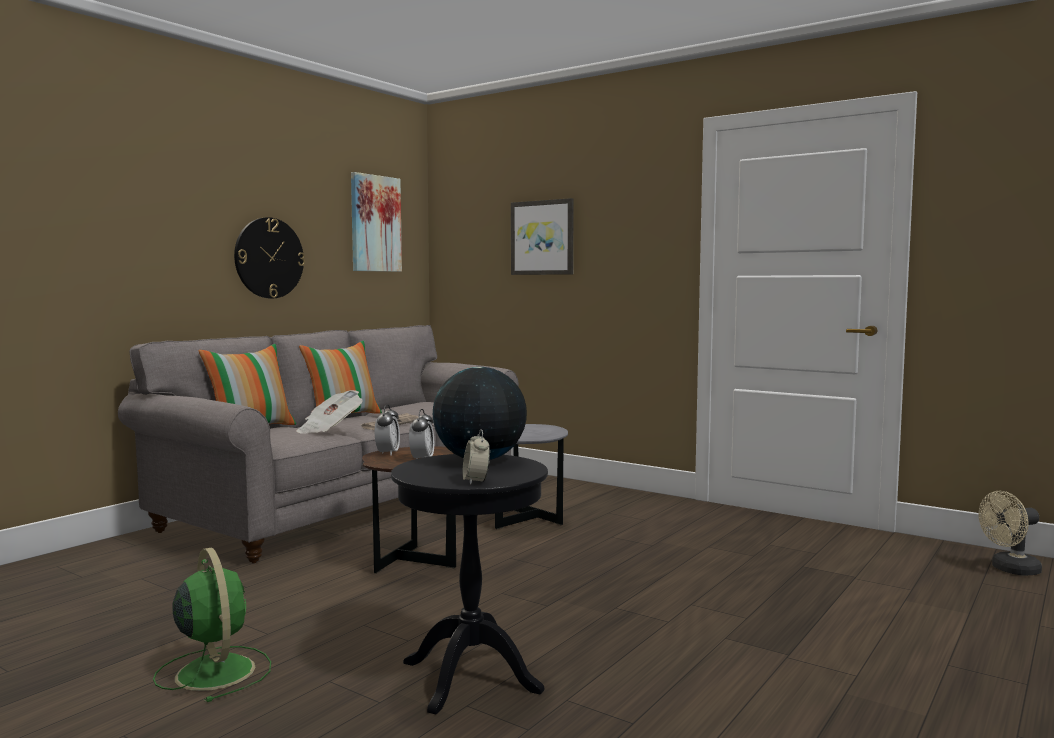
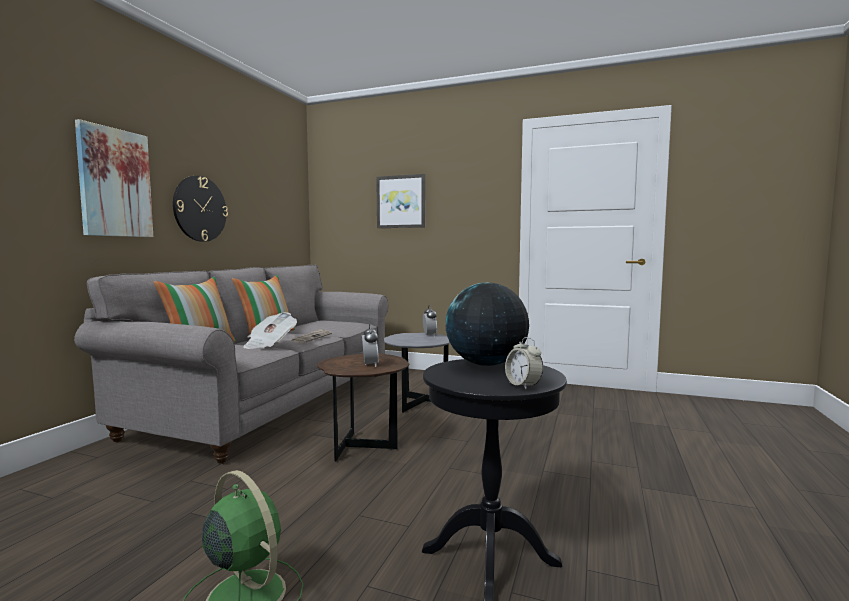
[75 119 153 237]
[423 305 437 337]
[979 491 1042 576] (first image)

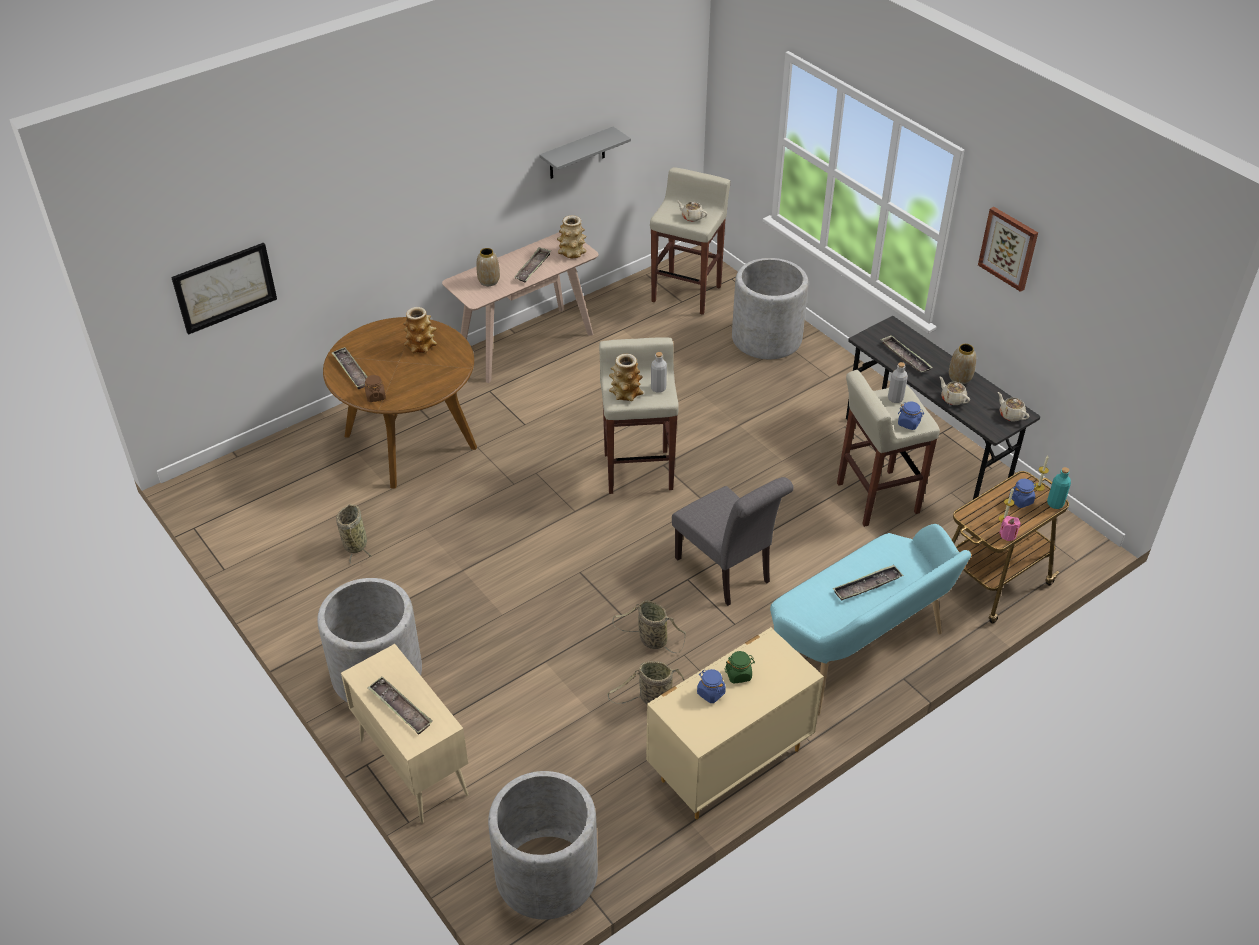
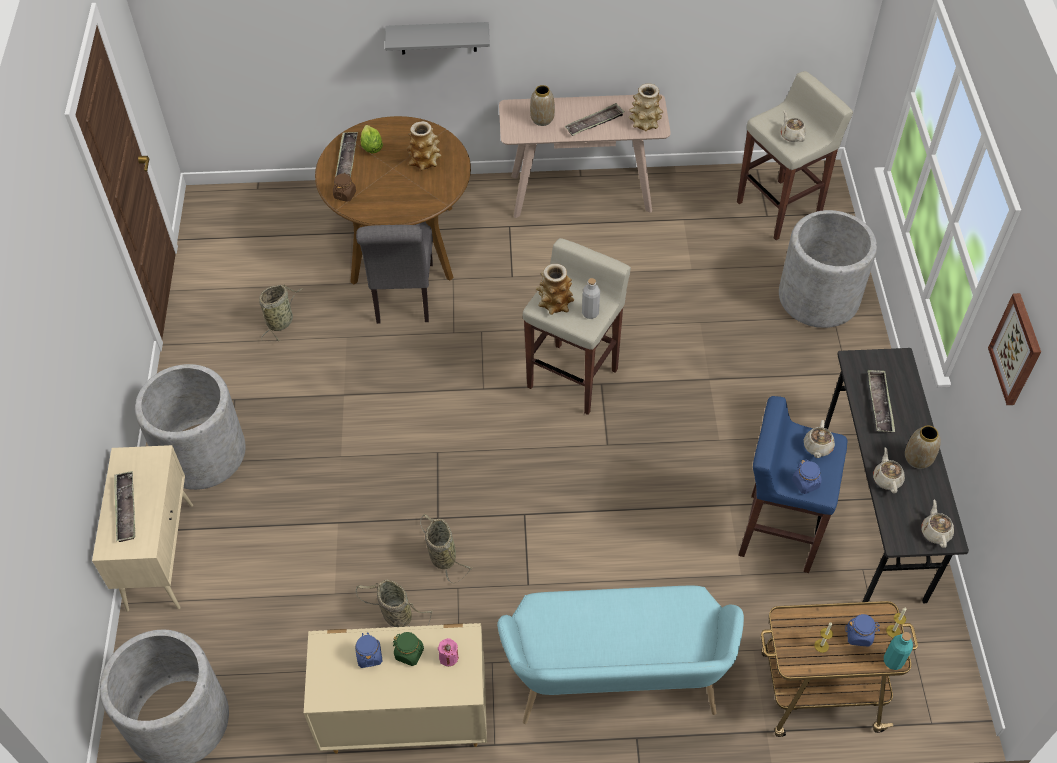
[385 22 490 54]
[171 243 277 335] (first image)
[804 420 835 458]
[738 396 848 573]
[356 222 433 324]
[438 638 458 666]
[833 565 903 601] (first image)
[361 125 383 153]

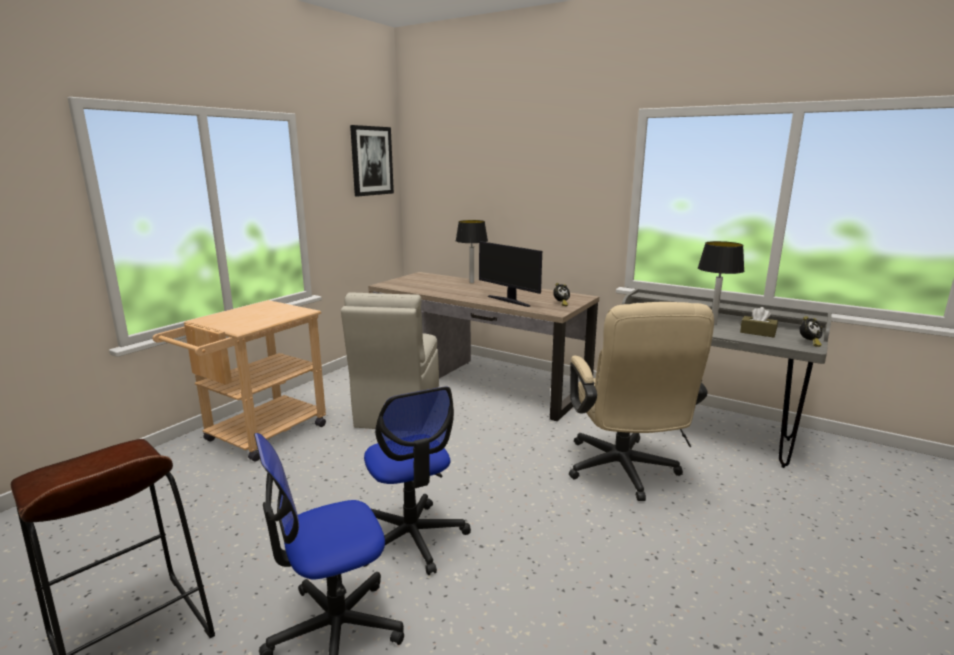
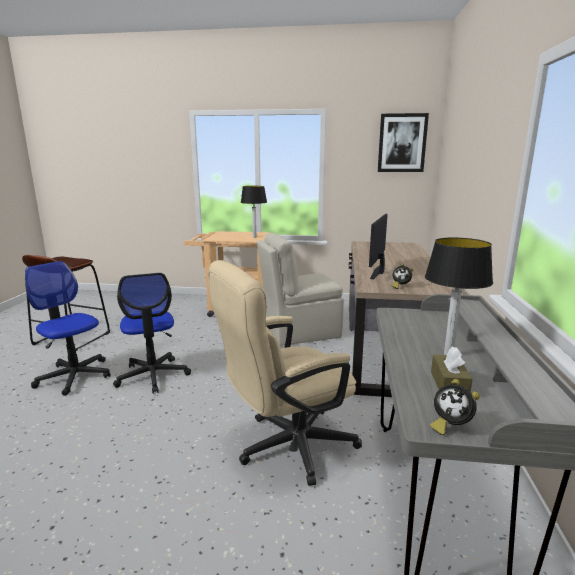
[241 186 267 237]
[113 273 191 394]

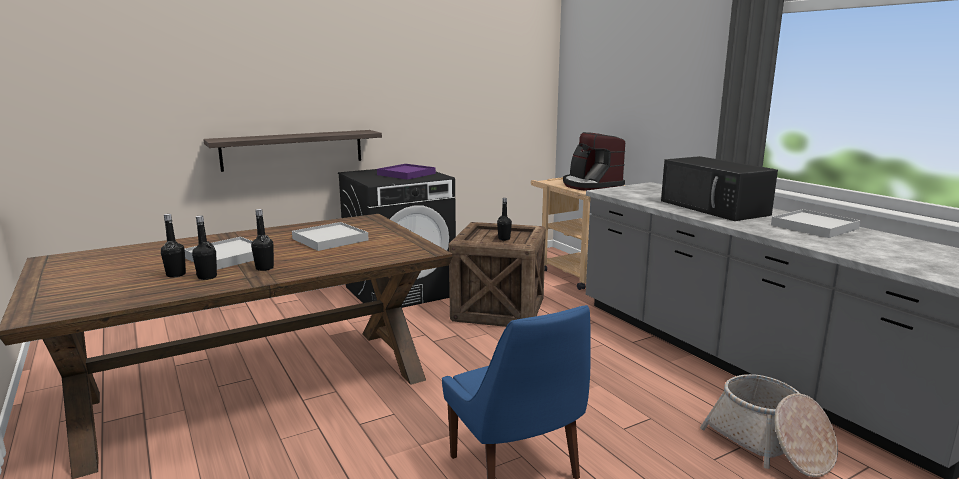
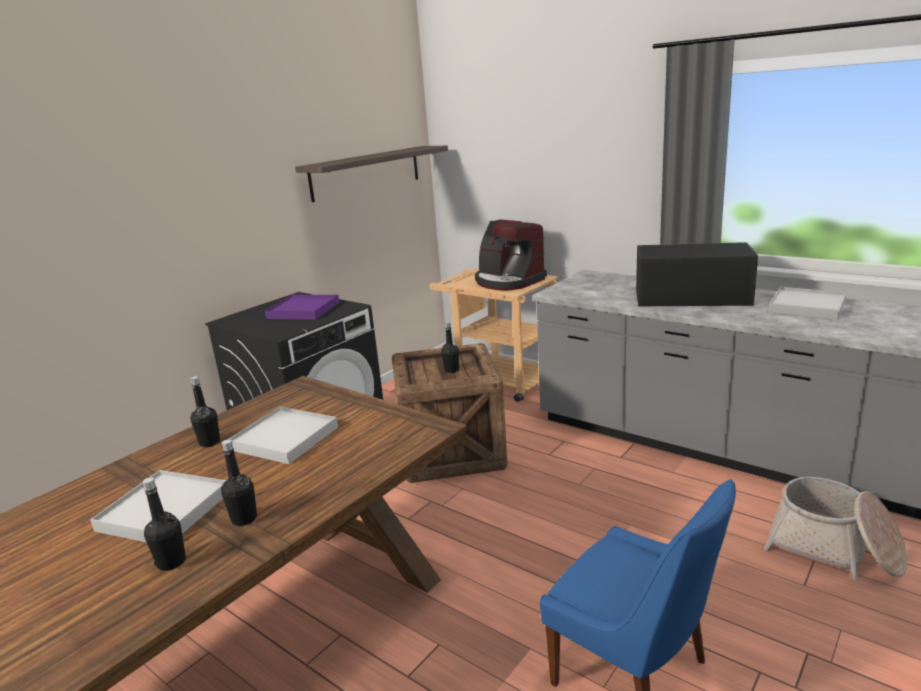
[295 146 448 202]
[636 242 758 306]
[190 376 220 447]

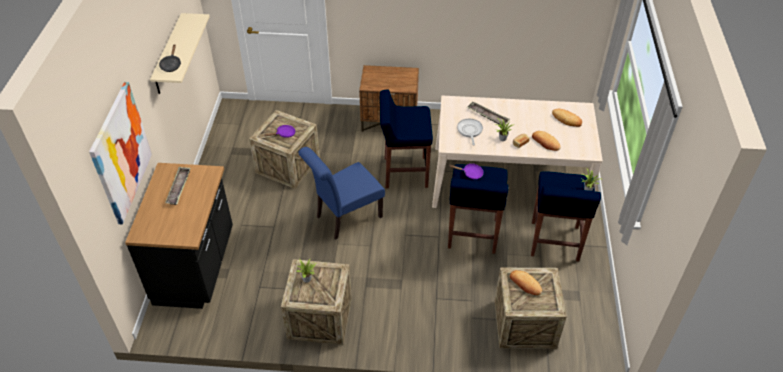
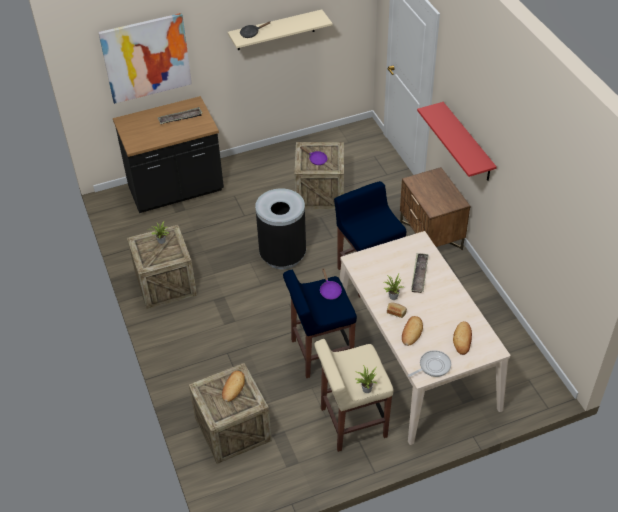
[408 350 451 377]
[255 188 306 269]
[314 339 394 452]
[417 102 497 181]

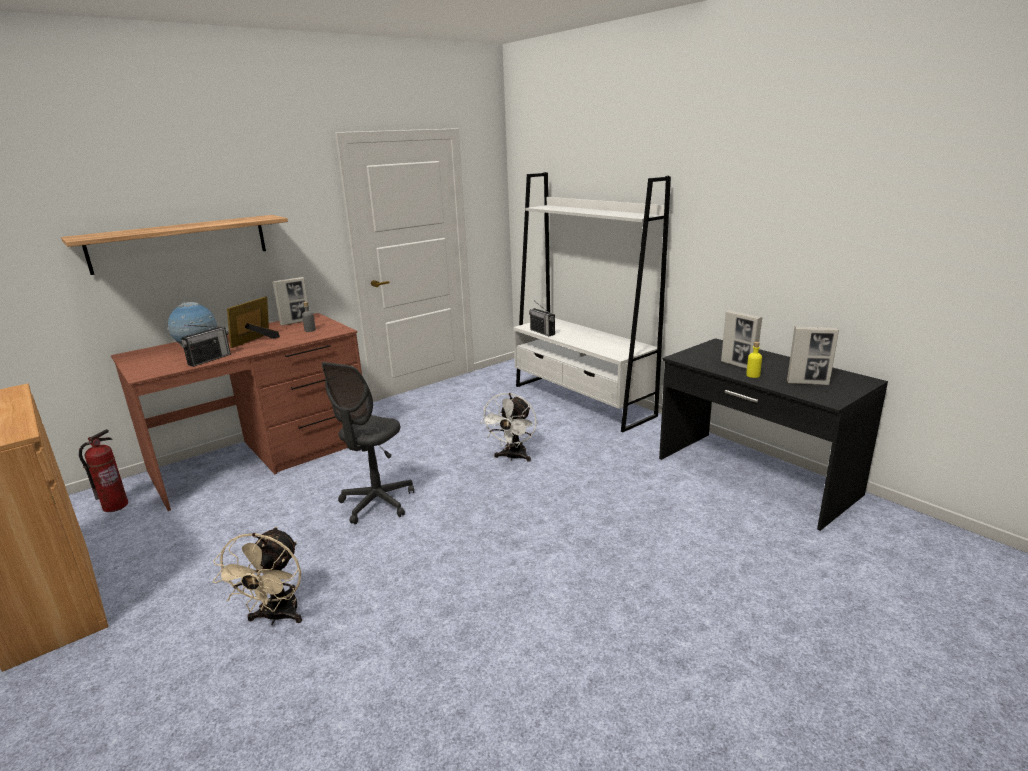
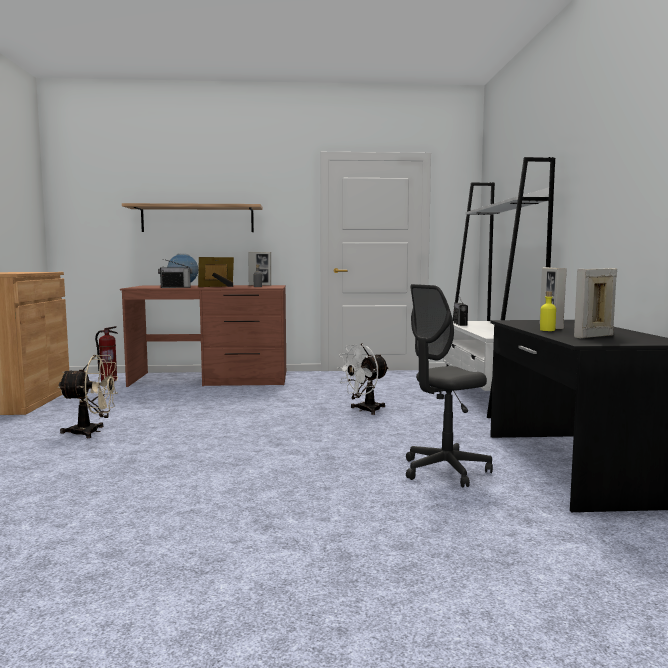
[574 268 617 339]
[406 284 493 487]
[58 355 118 438]

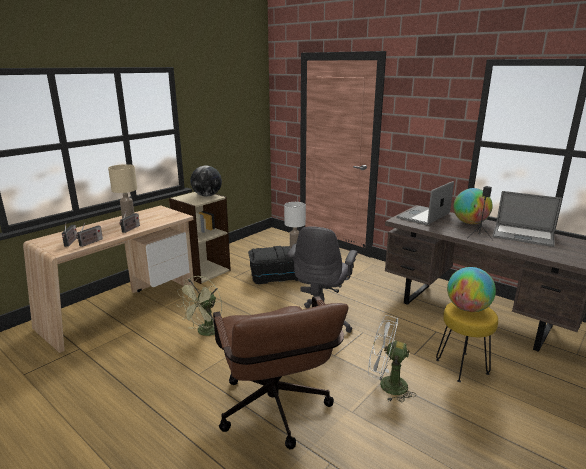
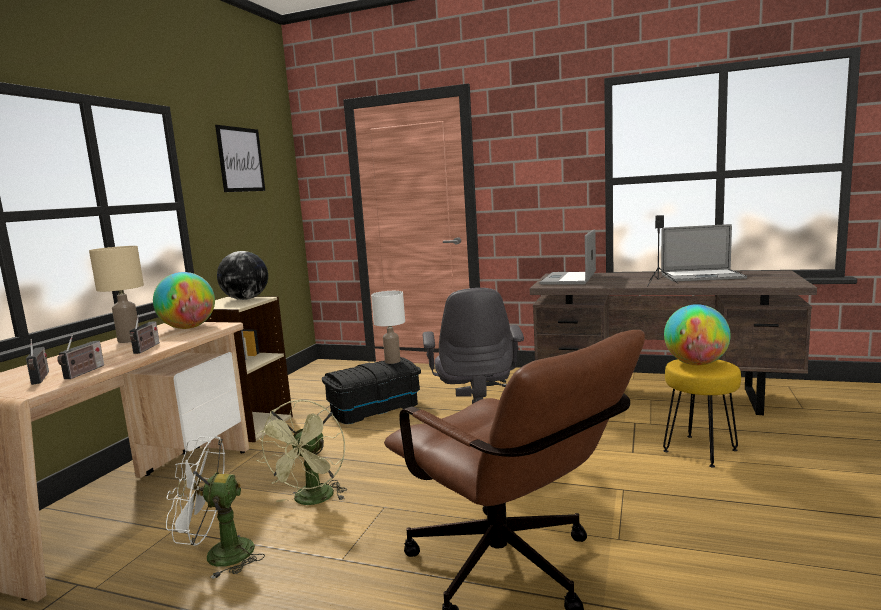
[153 272 215 329]
[166 436 265 579]
[215 125 265 192]

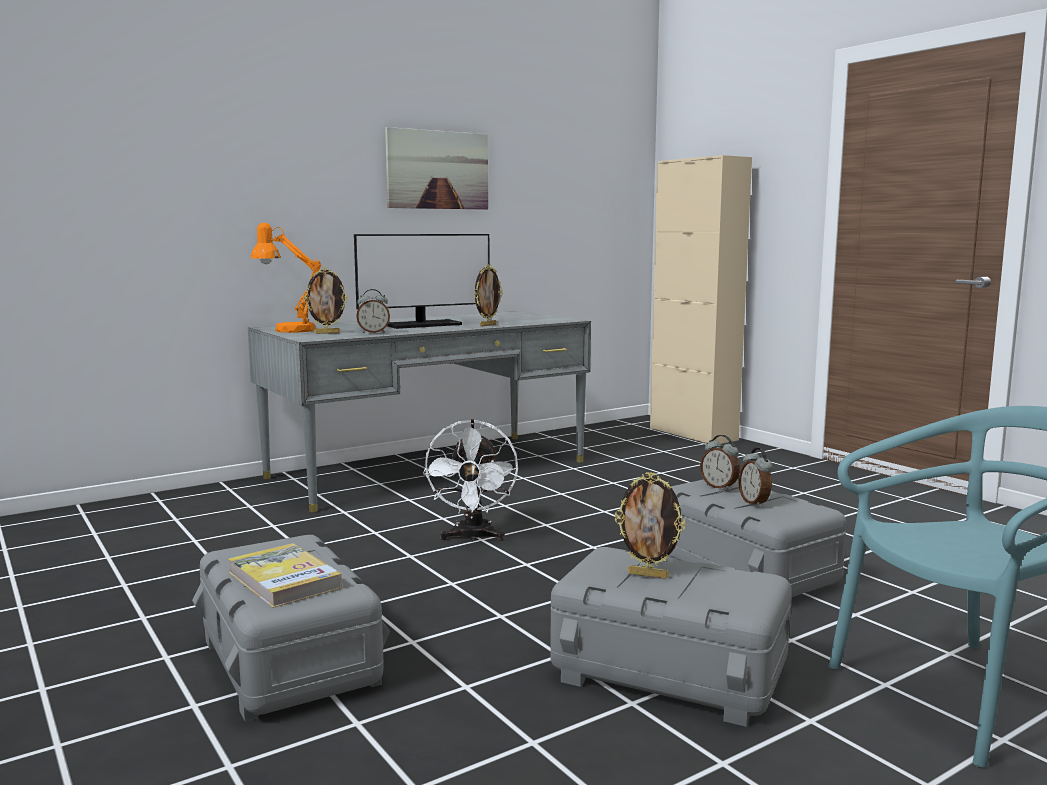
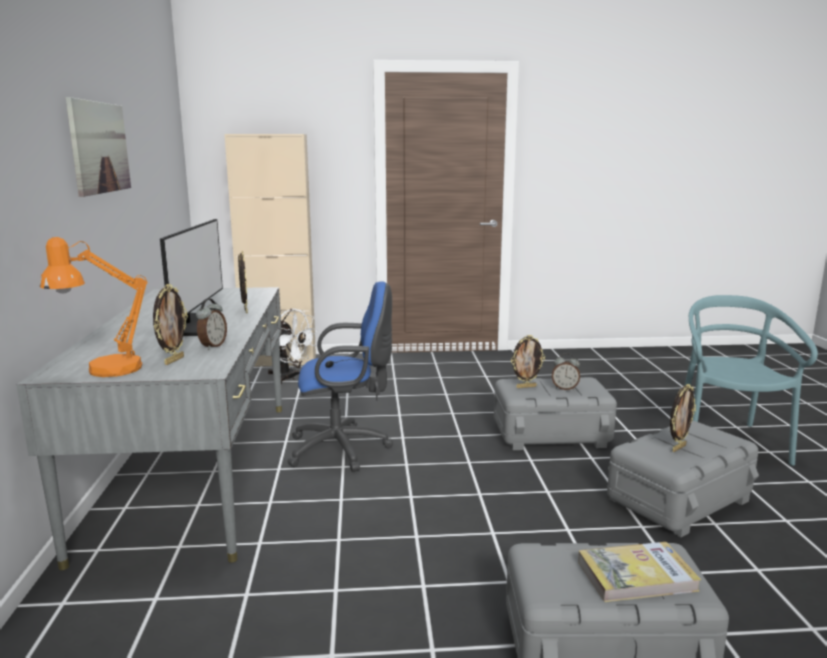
[268 309 318 384]
[511 335 545 388]
[287 282 393 472]

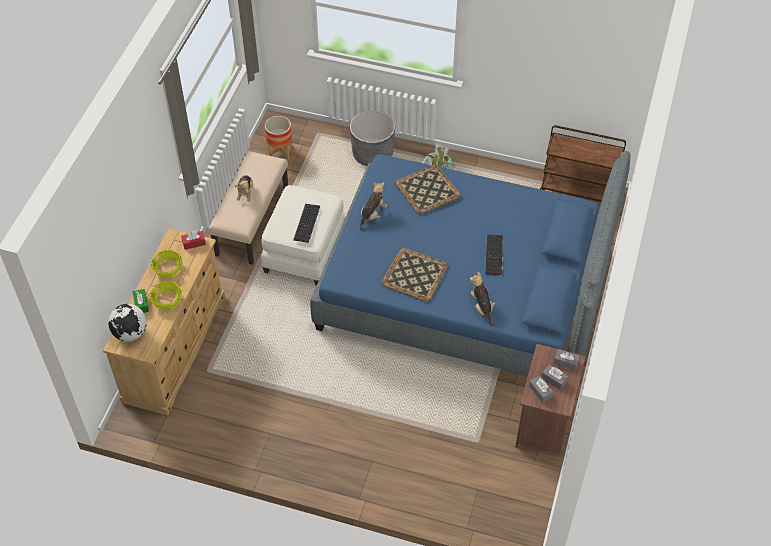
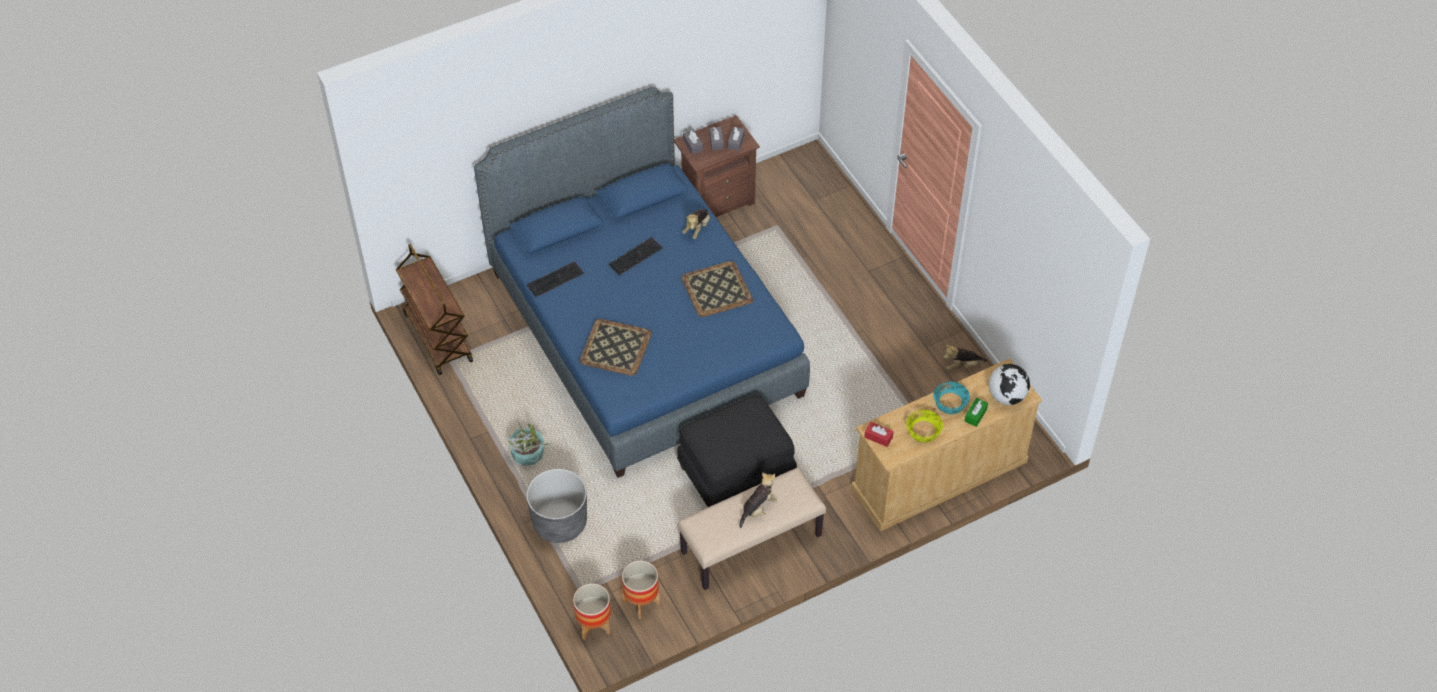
[943 345 987 370]
[677 395 797 507]
[527 261 584 297]
[933 381 970 414]
[573 583 611 640]

